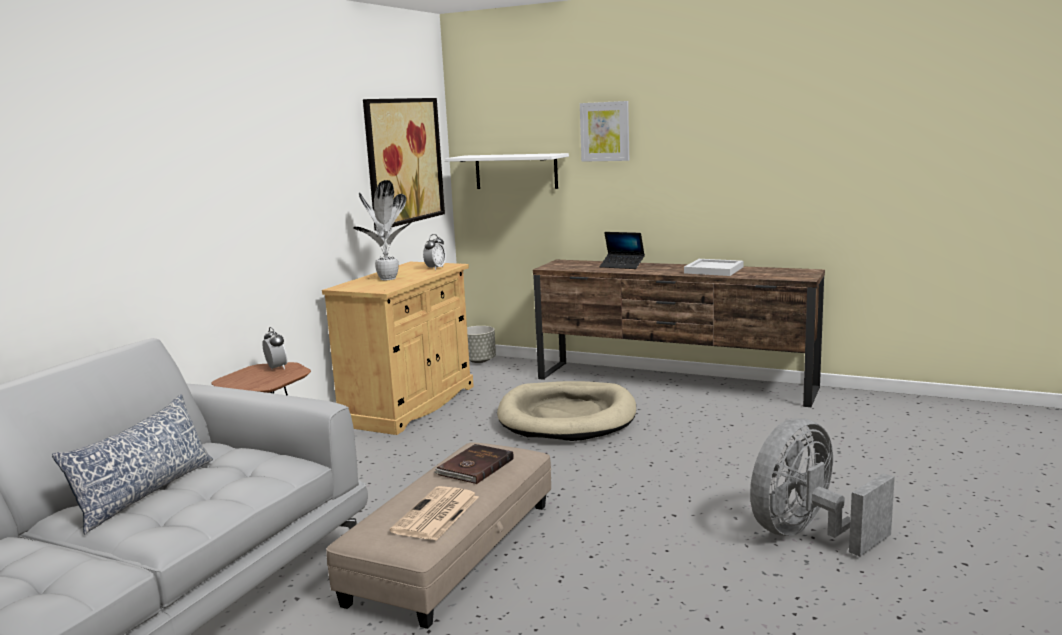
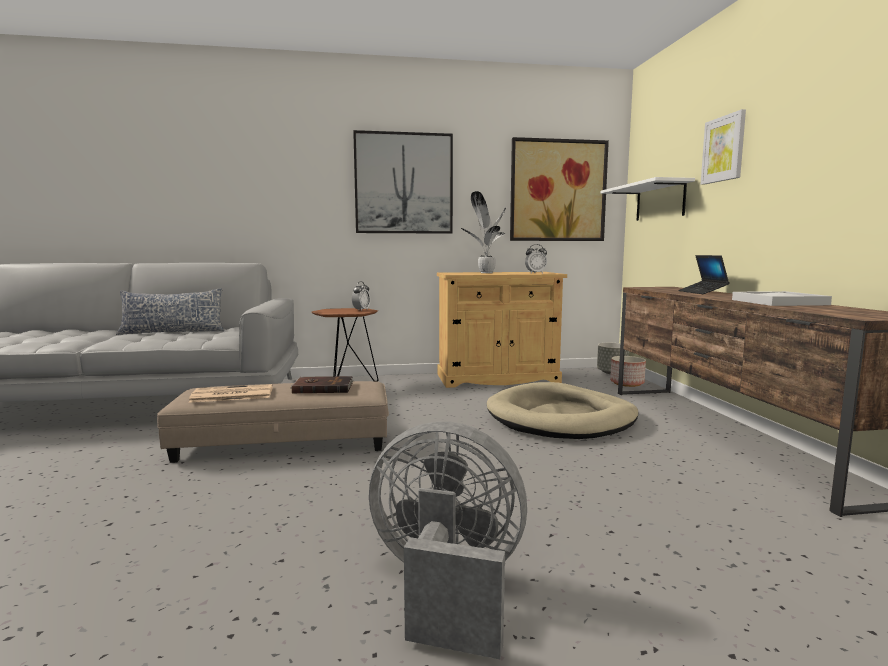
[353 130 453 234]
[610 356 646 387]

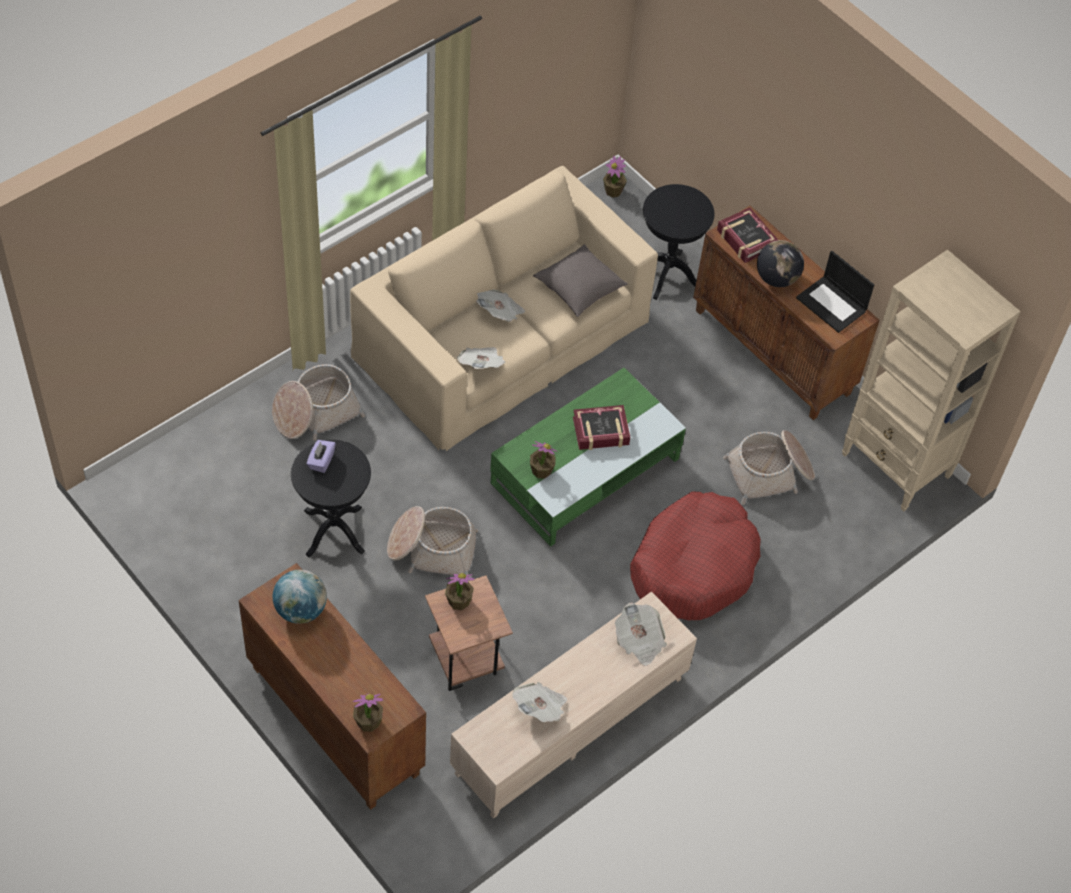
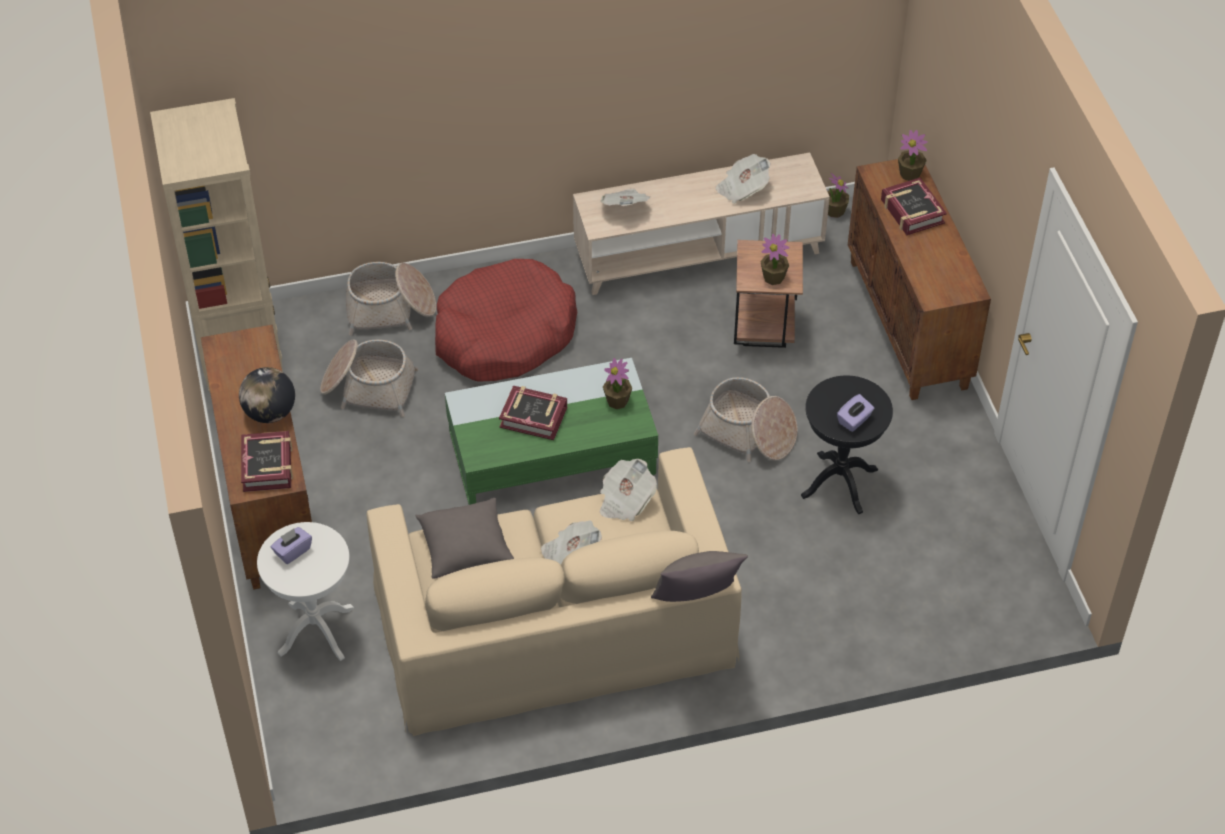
[827 173 849 218]
[257 522 354 661]
[796 251 874 333] (first image)
[346 262 436 336]
[273 570 327 624] (first image)
[881 178 947 235]
[271 527 312 564]
[651 551 748 602]

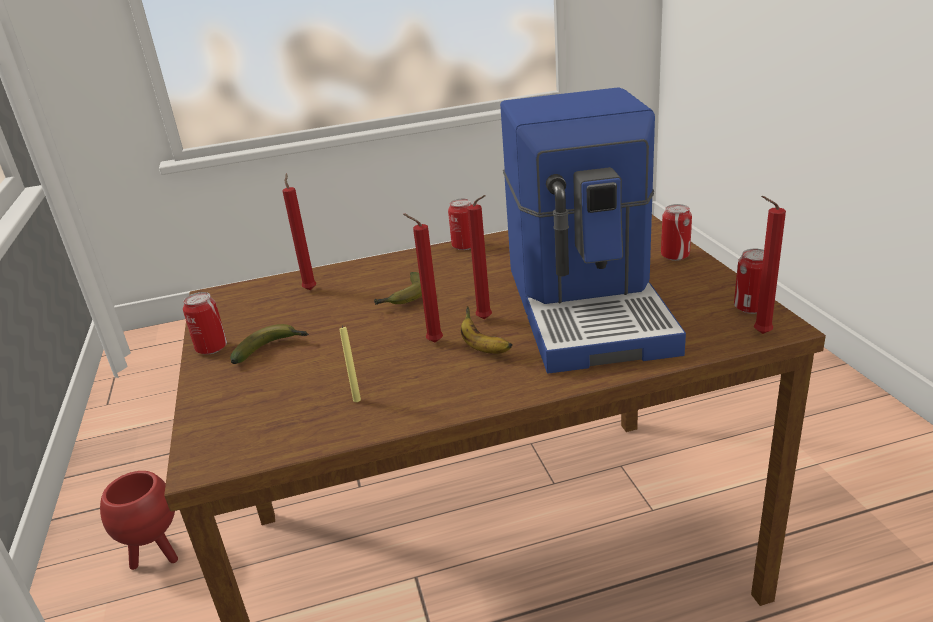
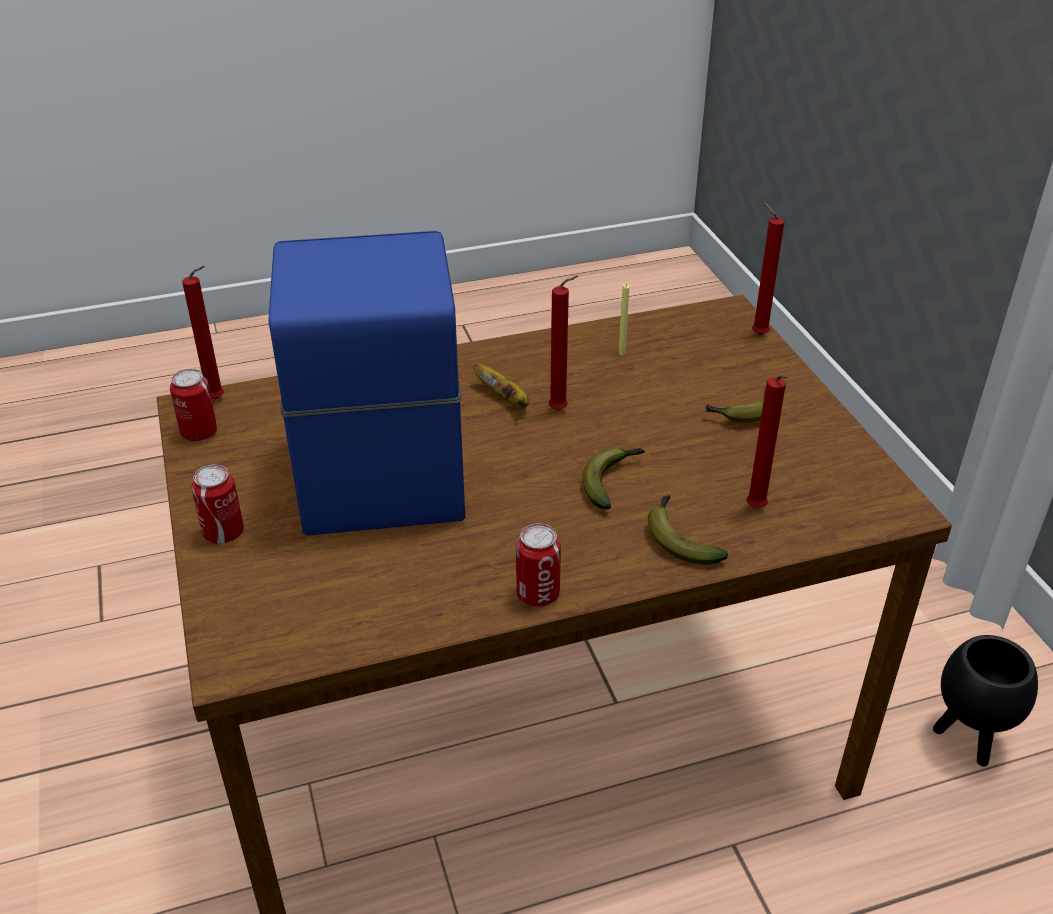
[752 203 785 335]
[183 292 227 355] (first image)
[933 635 1038 766]
[648 495 729 565]

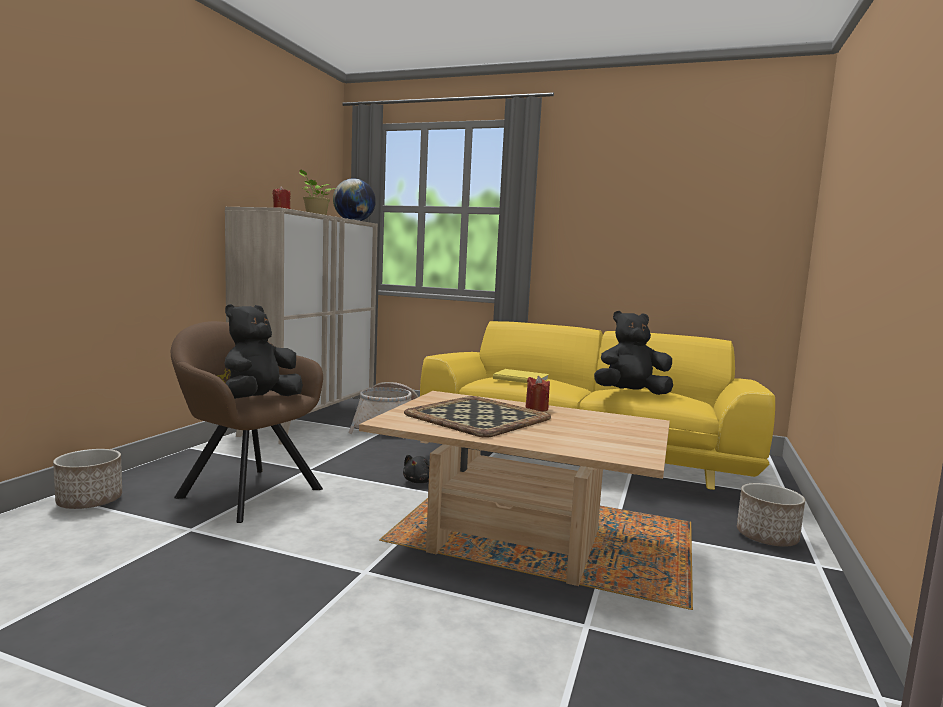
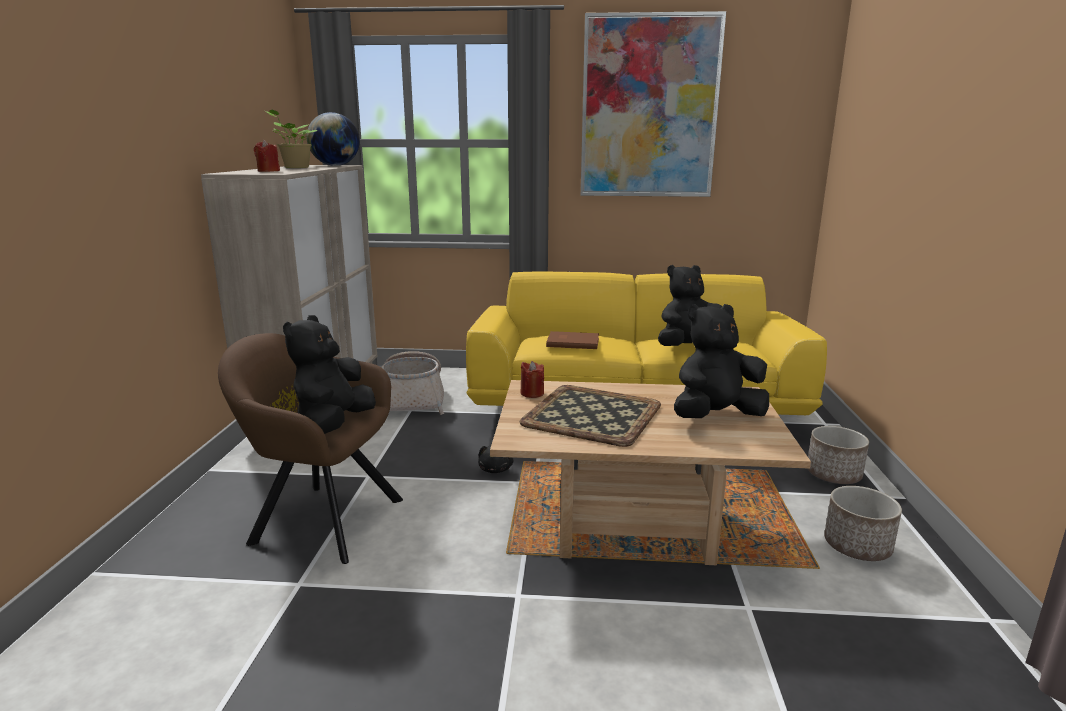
[546 331 599 349]
[520 361 544 398]
[824 486 902 561]
[581 11 726 197]
[674 304 769 418]

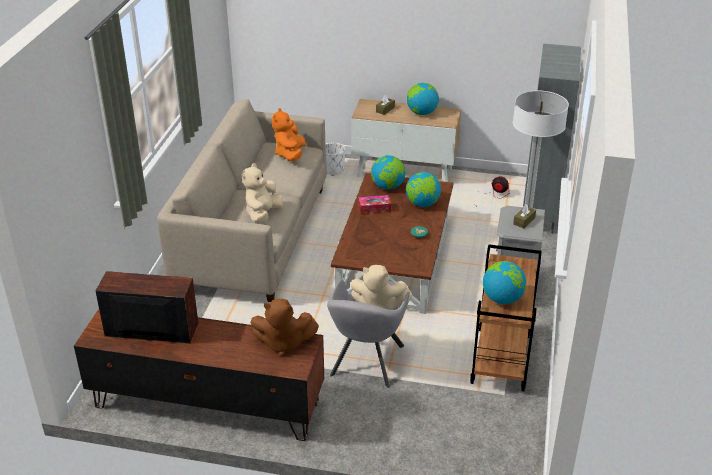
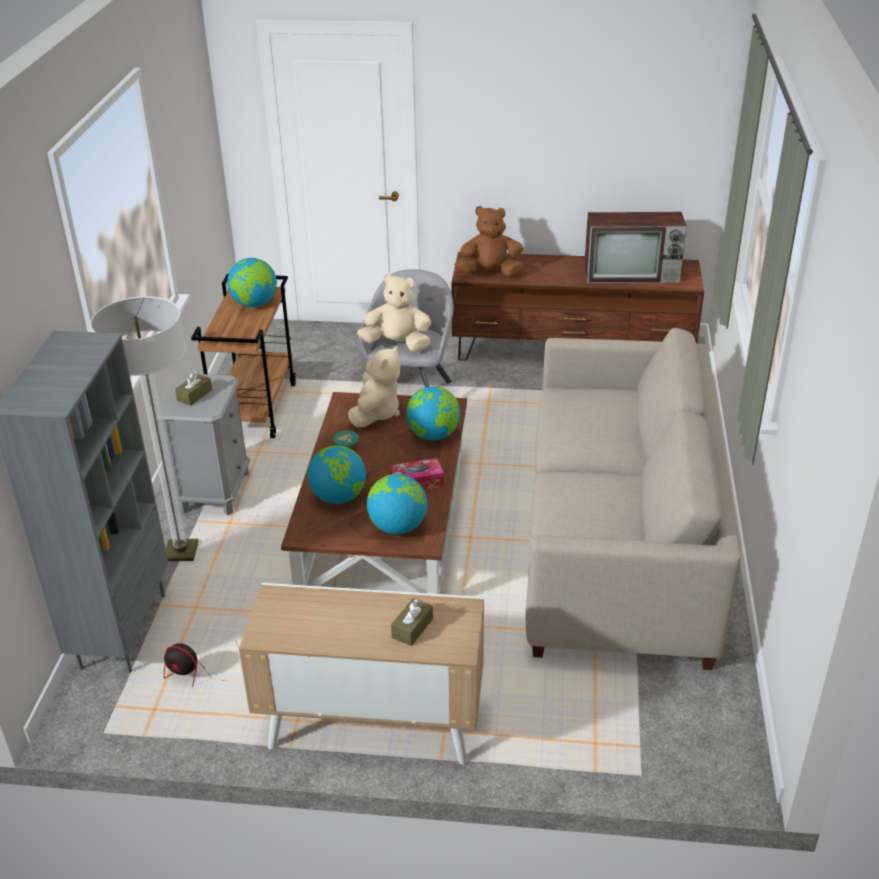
[406 386 460 440]
[272 108 306 161] (first image)
[325 142 345 176] (first image)
[348 345 400 428]

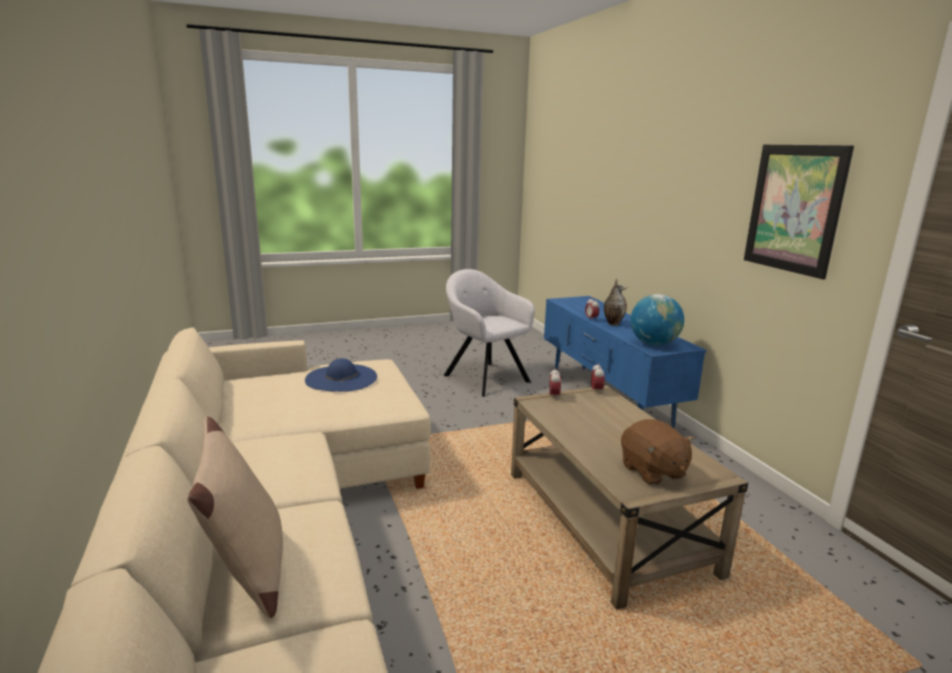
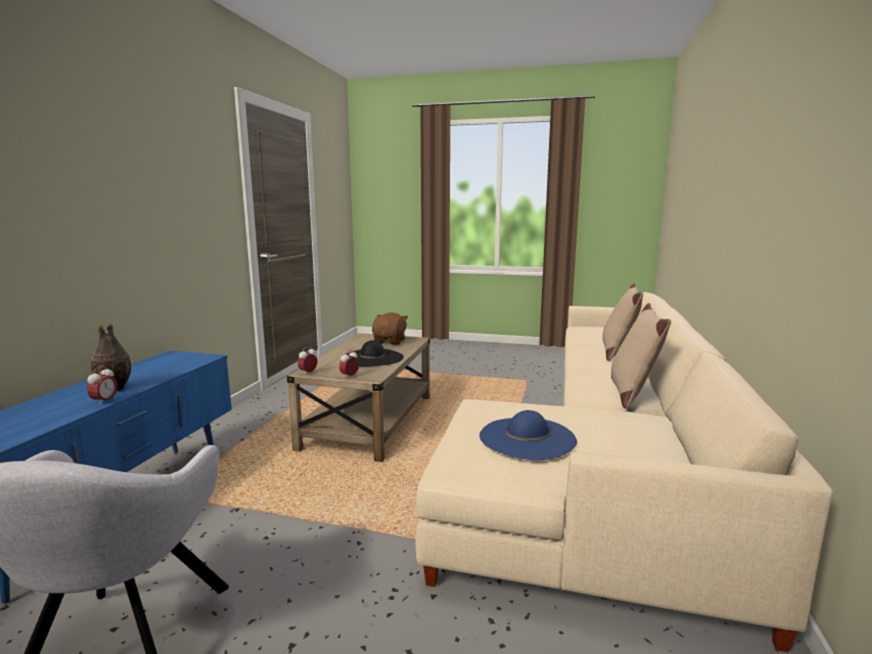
[744 145 854 279] (first image)
[630 294 684 346] (first image)
[611 303 671 408]
[346 340 404 367]

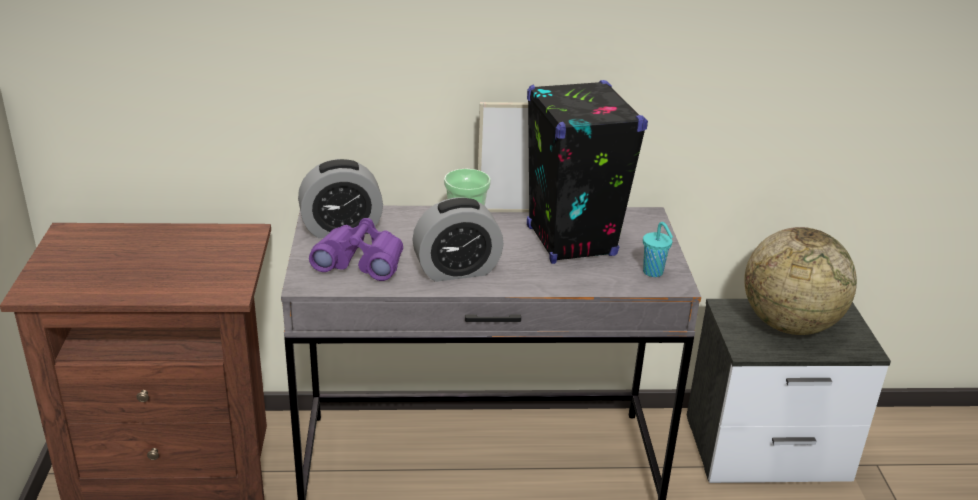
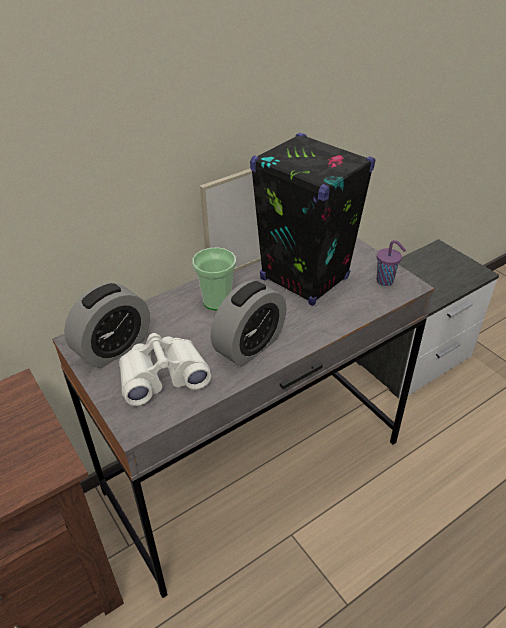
[119 333 211 406]
[377 240 406 286]
[744 227 857 335] (first image)

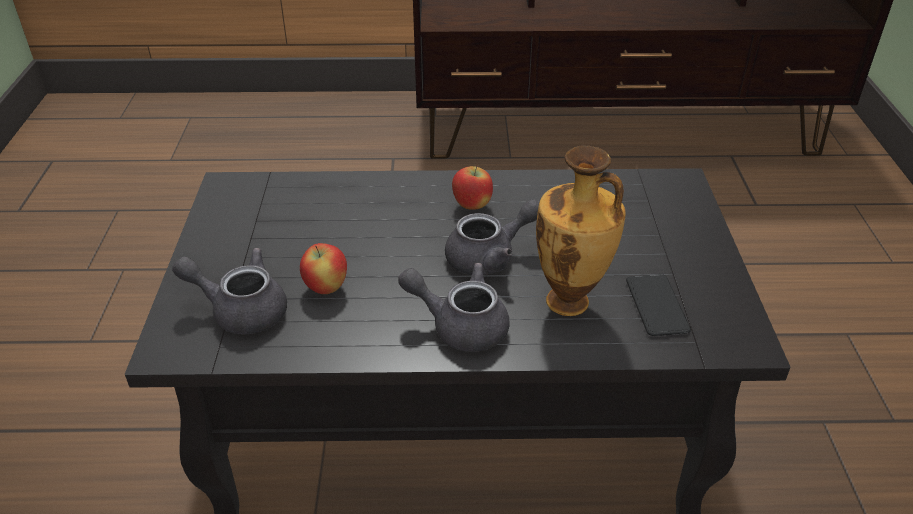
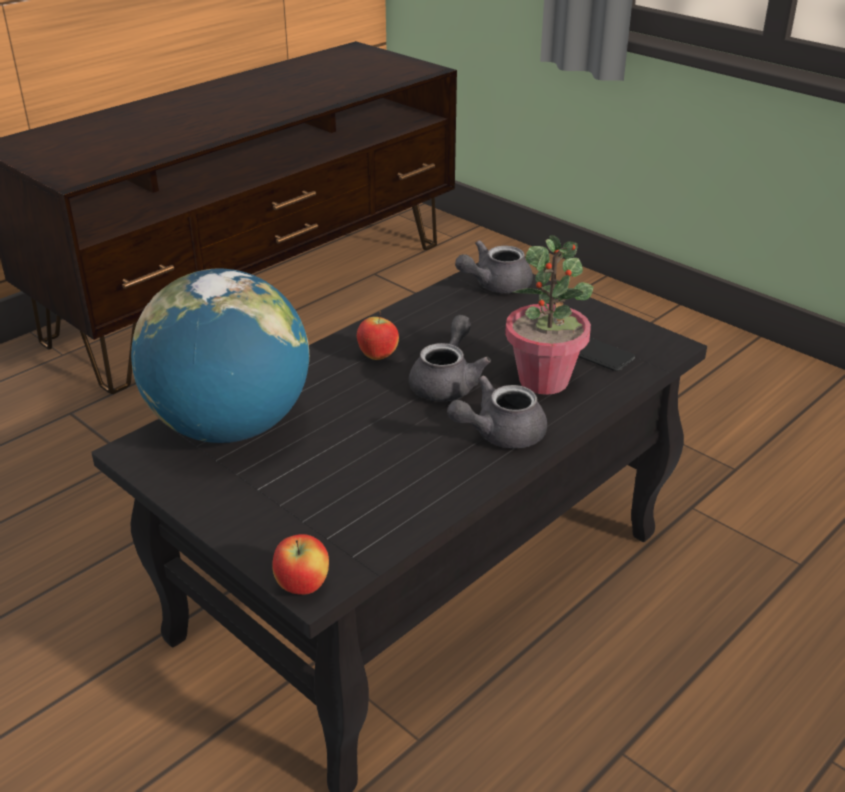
[505 235 593 395]
[272 534 329 595]
[455 240 533 293]
[131 268 309 443]

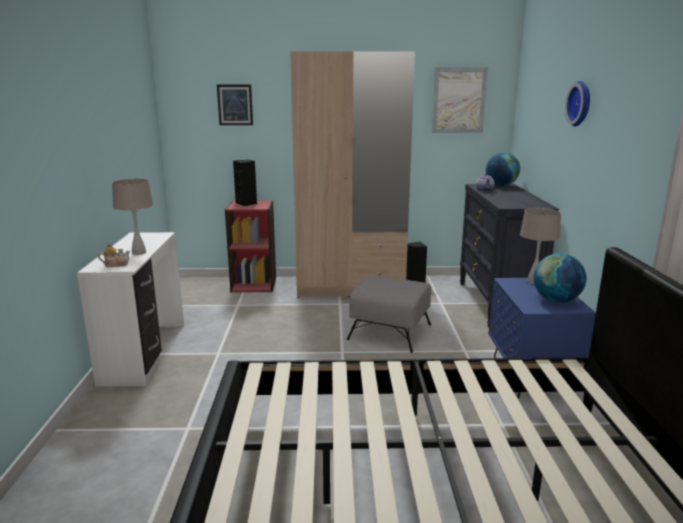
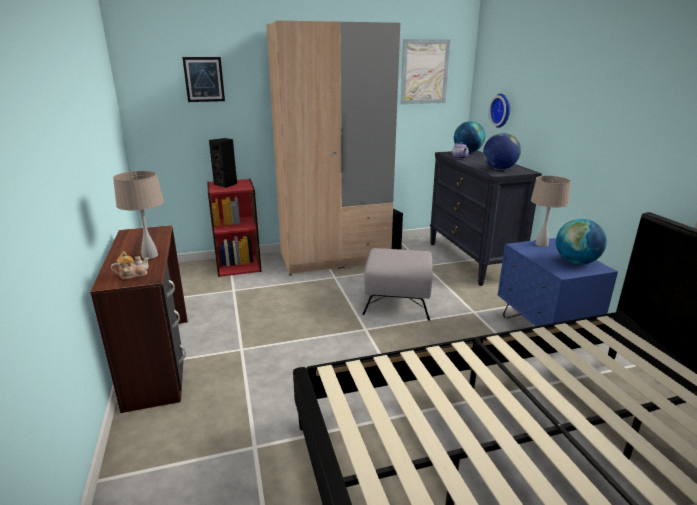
[489 94 510 128]
[90 225 188 413]
[483 133 521 170]

